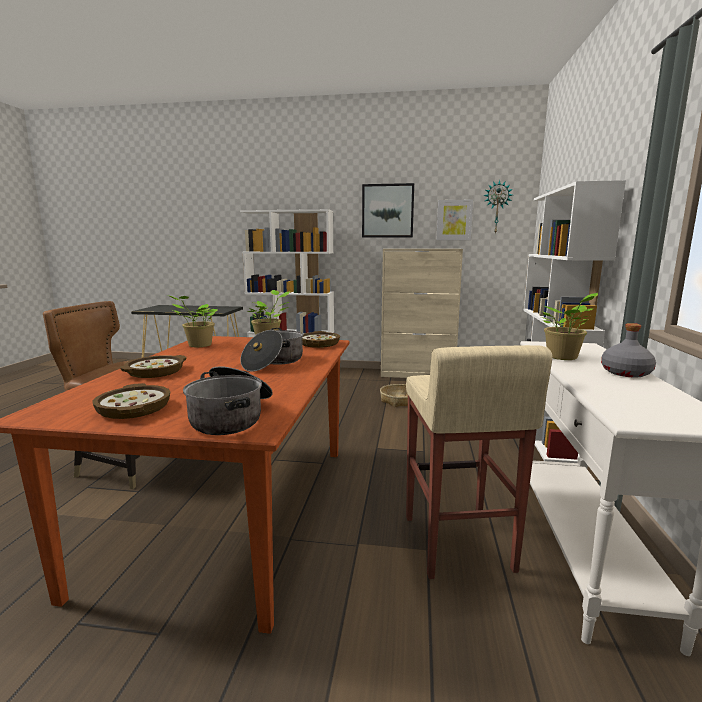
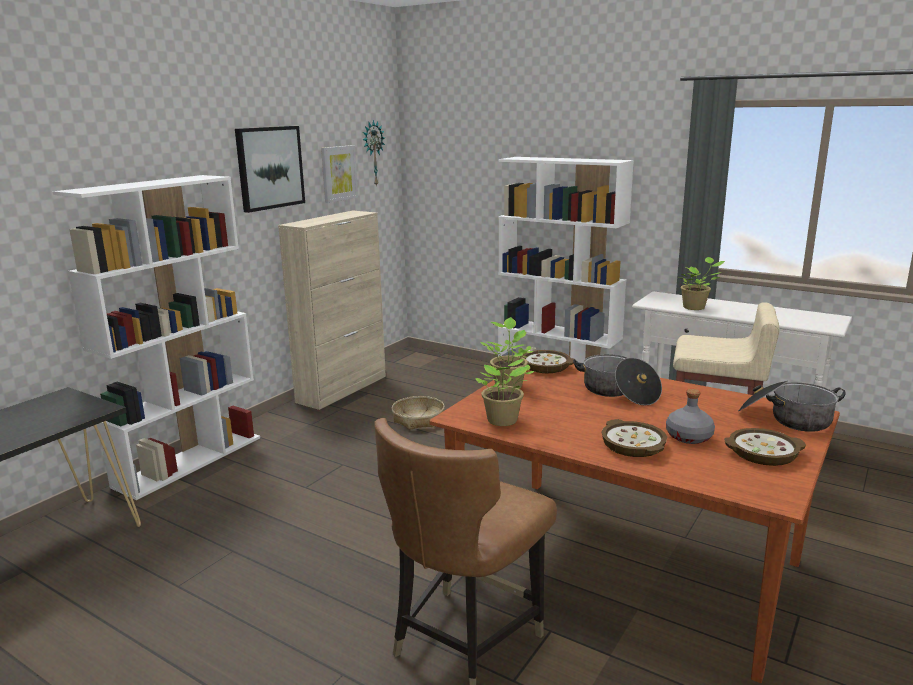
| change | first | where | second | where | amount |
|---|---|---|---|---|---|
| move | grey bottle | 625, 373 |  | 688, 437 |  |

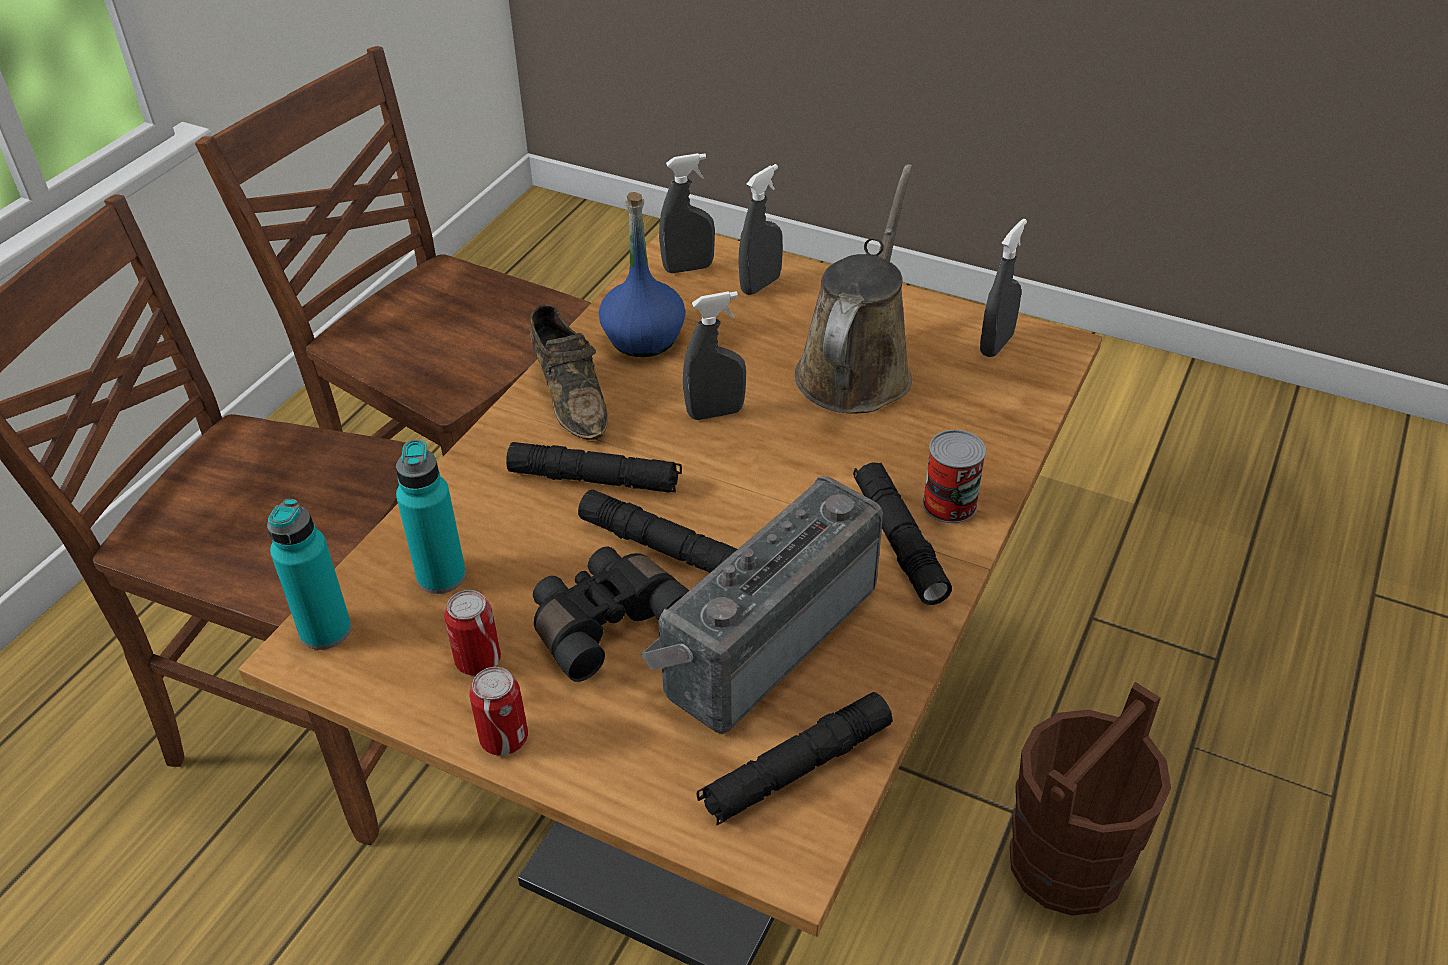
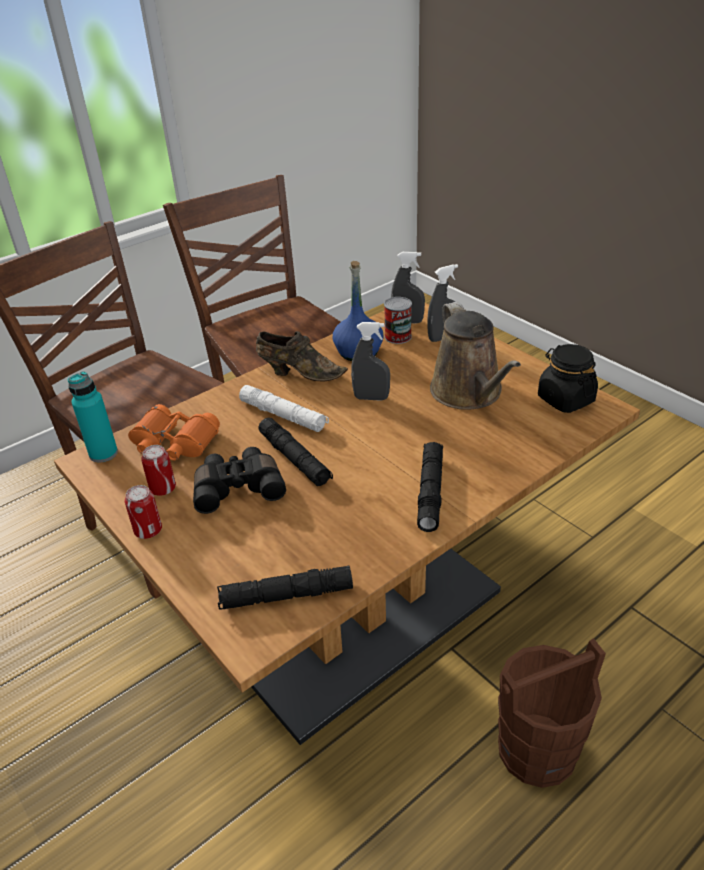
| change | first | where | second | where | amount |
|---|---|---|---|---|---|
| replace | turquoise bottle | 441, 576 | orange binoculars | 174, 443 |  |
| recolor | black flashlight | 595, 479 | white flashlight | 283, 416 |  |
| rotate | brown shoe | 571, 399 |  | 299, 373 | 75 degrees counterclockwise |
| move | can | 949, 504 |  | 398, 336 |  |
| rotate | brown watering can | 857, 368 |  | 469, 393 | 120 degrees clockwise |
| replace | grey spray bottle | 996, 345 | black jar | 565, 399 |  |
| delete | radio | 762, 635 |  |  |  |

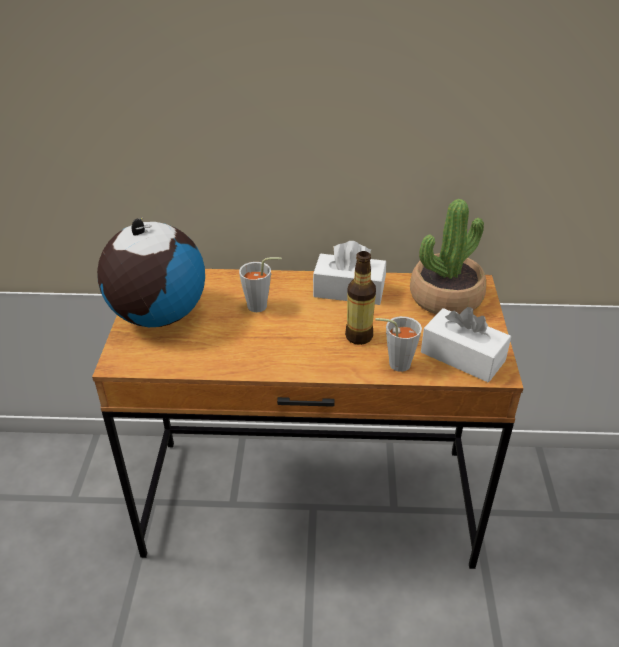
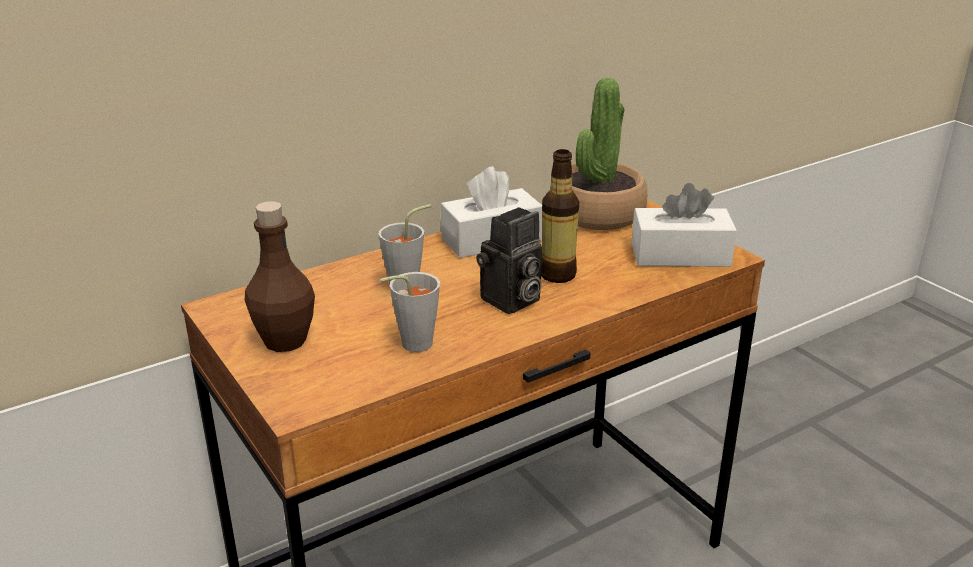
| change | first | where | second | where | amount |
|---|---|---|---|---|---|
| replace | globe | 157, 315 | brown bottle | 285, 341 |  |
| move | grey cup | 394, 363 |  | 410, 345 |  |
| insert |  |  | photo camera | 510, 301 |  |

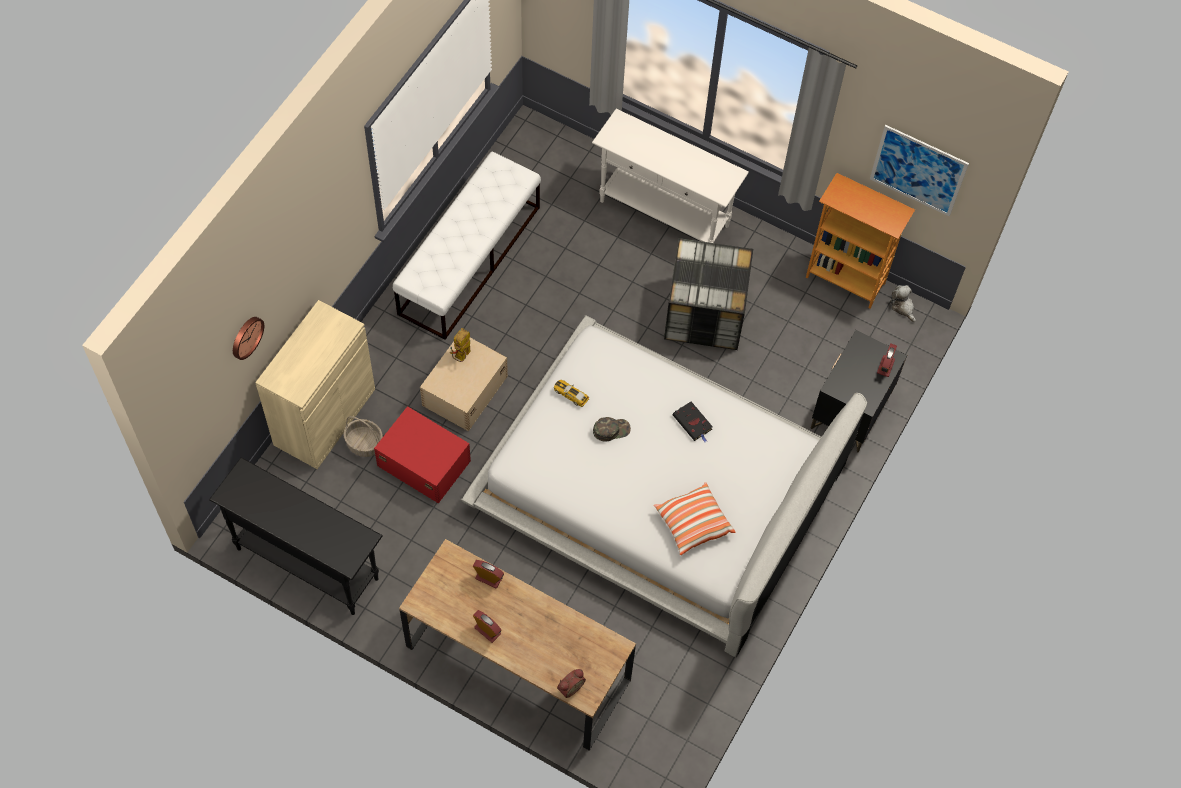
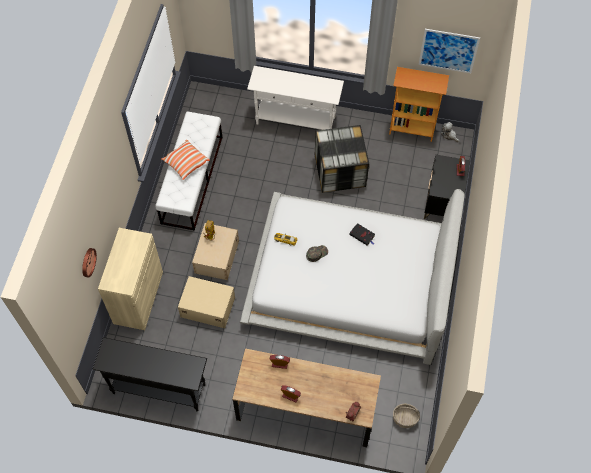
| change | first | where | second | where | amount |
|---|---|---|---|---|---|
| move | pillow | 693, 523 |  | 186, 163 |  |
| recolor | red storage box | 423, 462 | beige storage box | 207, 306 |  |
| move | basket | 364, 444 |  | 404, 418 |  |

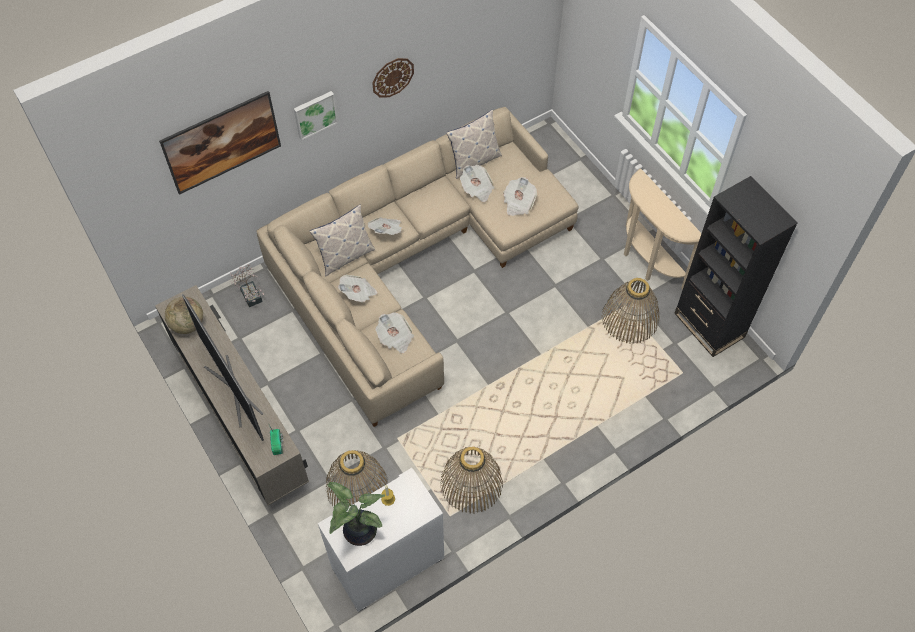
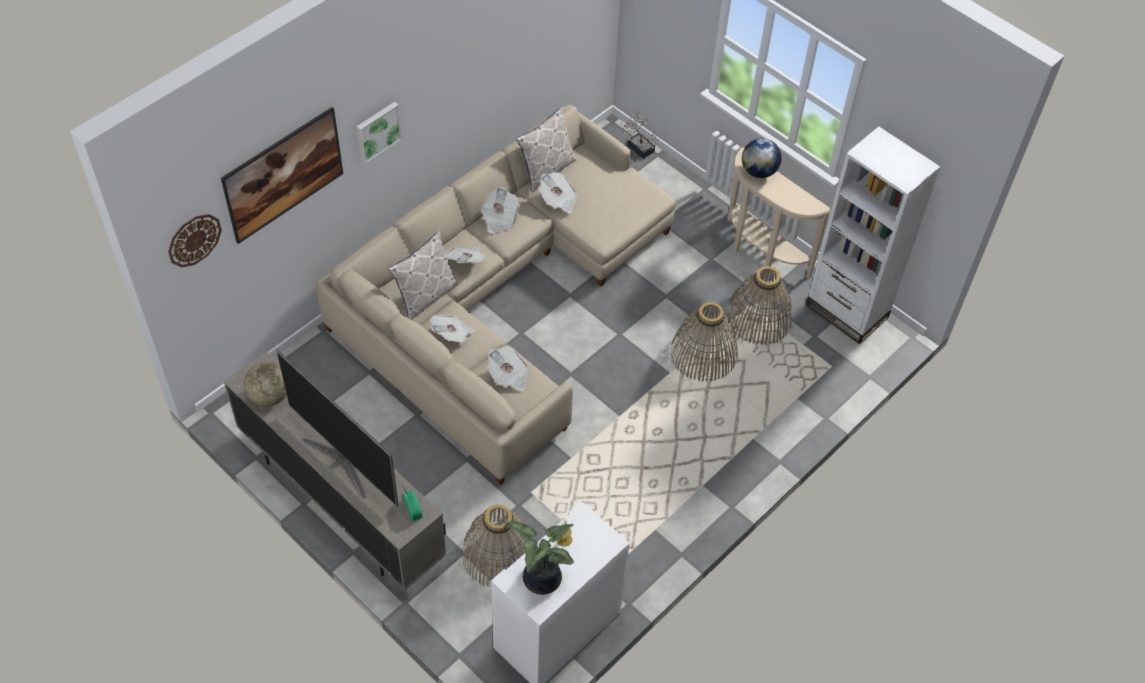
| change | first | where | second | where | amount |
|---|---|---|---|---|---|
| move | wall clock | 392, 77 |  | 194, 240 |  |
| move | newspaper | 518, 203 |  | 499, 218 |  |
| move | potted plant | 250, 293 |  | 638, 146 |  |
| move | basket | 471, 484 |  | 703, 354 |  |
| insert |  |  | globe | 758, 171 |  |
| recolor | black bookcase | 709, 325 | white bookcase | 846, 311 |  |

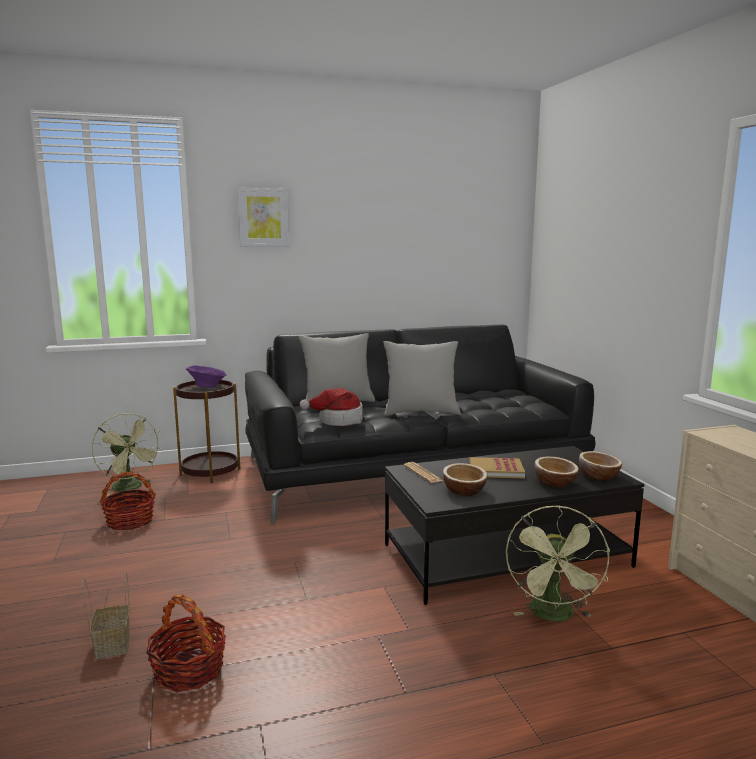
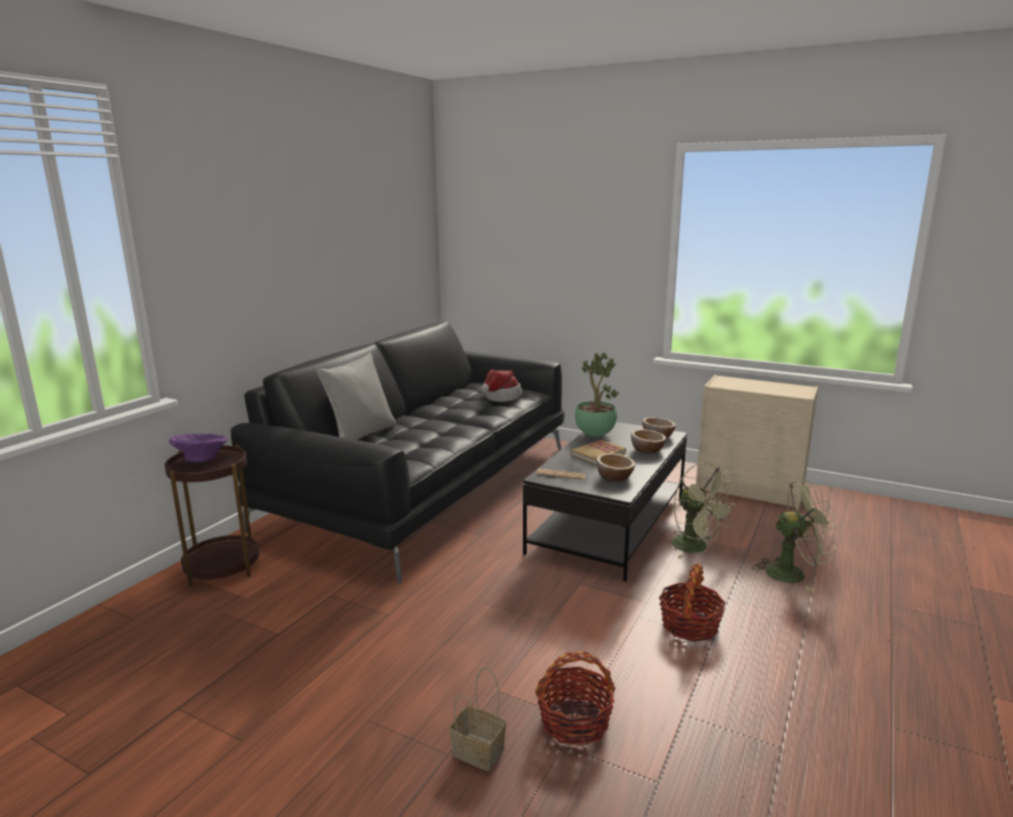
| change | first | where | second | where | amount |
|---|---|---|---|---|---|
| move | hat | 338, 420 |  | 499, 397 |  |
| insert |  |  | potted plant | 594, 435 |  |
| move | basket | 130, 521 |  | 689, 625 |  |
| move | green fan | 131, 488 |  | 793, 573 |  |
| delete | picture | 263, 217 |  |  |  |
| delete | grey pillow | 421, 412 |  |  |  |

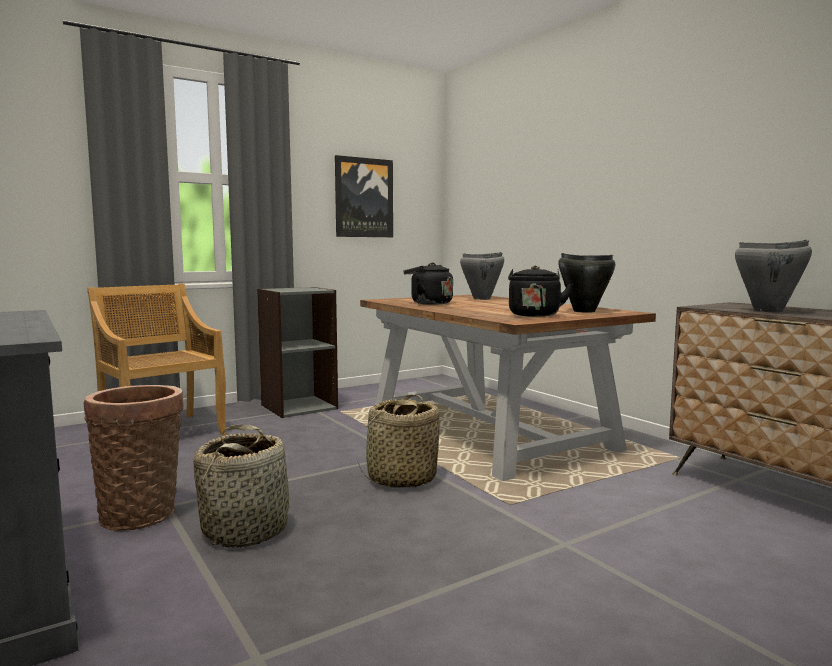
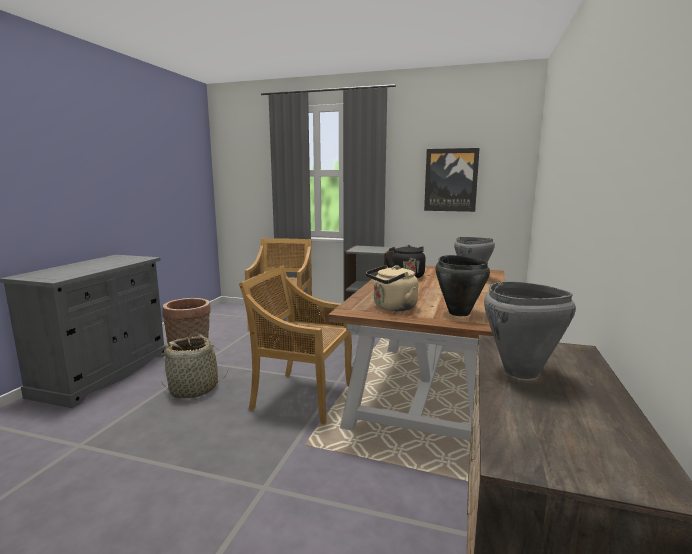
| change | first | where | second | where | amount |
|---|---|---|---|---|---|
| replace | basket | 401, 479 | beige chair | 301, 396 |  |
| recolor | black kettle | 534, 315 | beige kettle | 392, 308 |  |

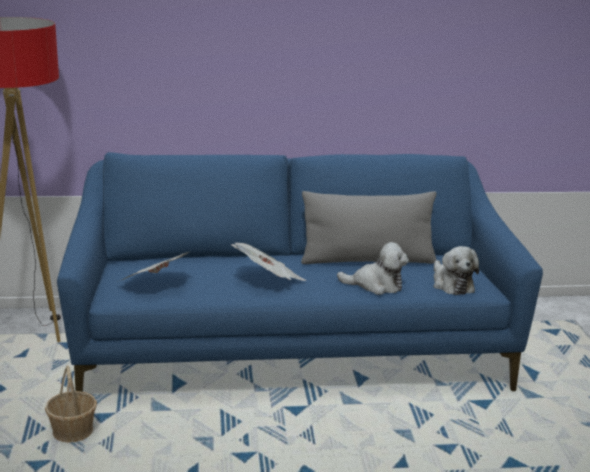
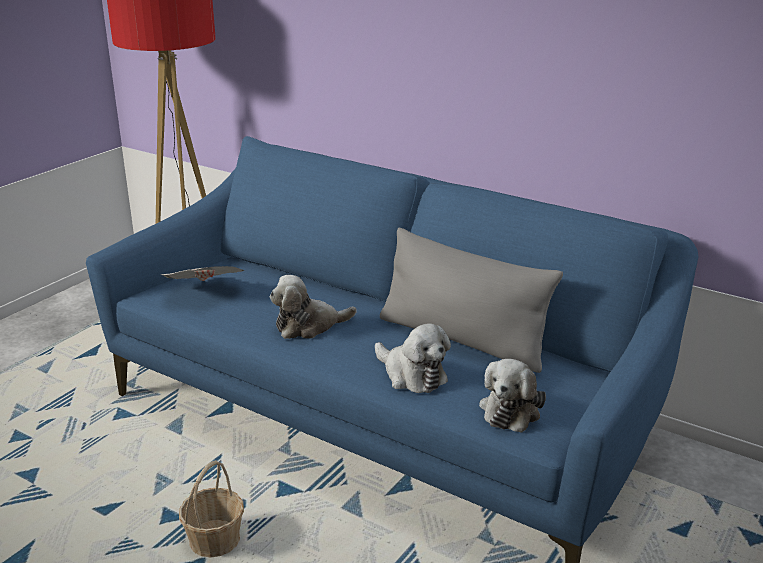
| change | first | where | second | where | amount |
|---|---|---|---|---|---|
| move | basket | 73, 432 |  | 215, 540 |  |
| replace | newspaper | 268, 280 | plush toy | 309, 326 |  |

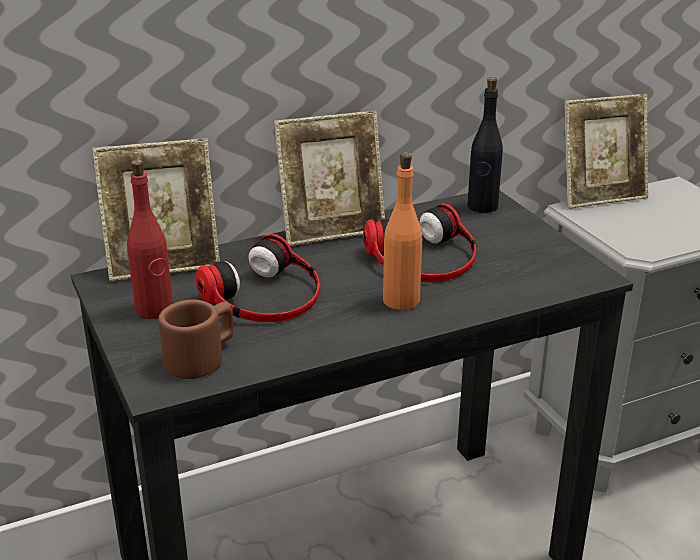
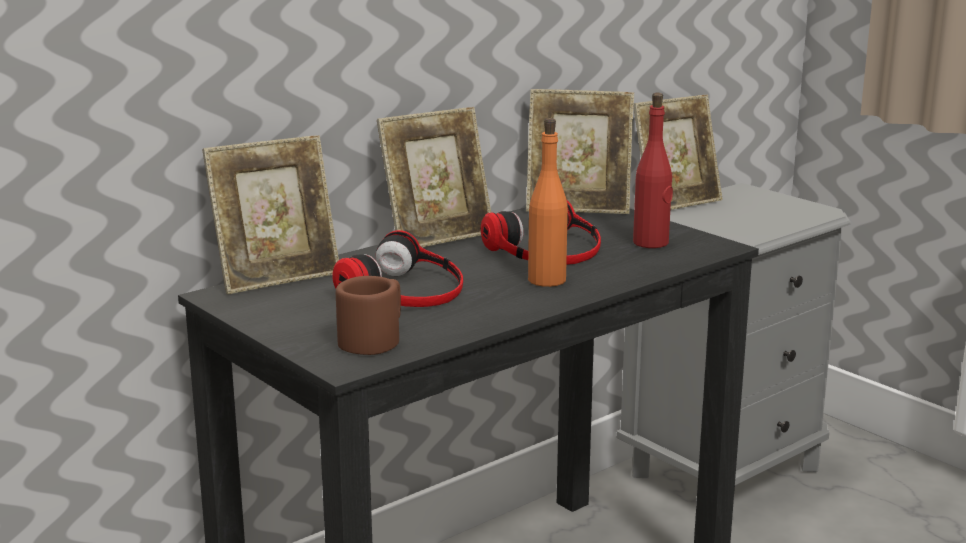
| change | first | where | second | where | amount |
|---|---|---|---|---|---|
| replace | black bottle | 482, 206 | picture frame | 578, 207 |  |
| move | red bottle | 154, 310 |  | 651, 243 |  |

